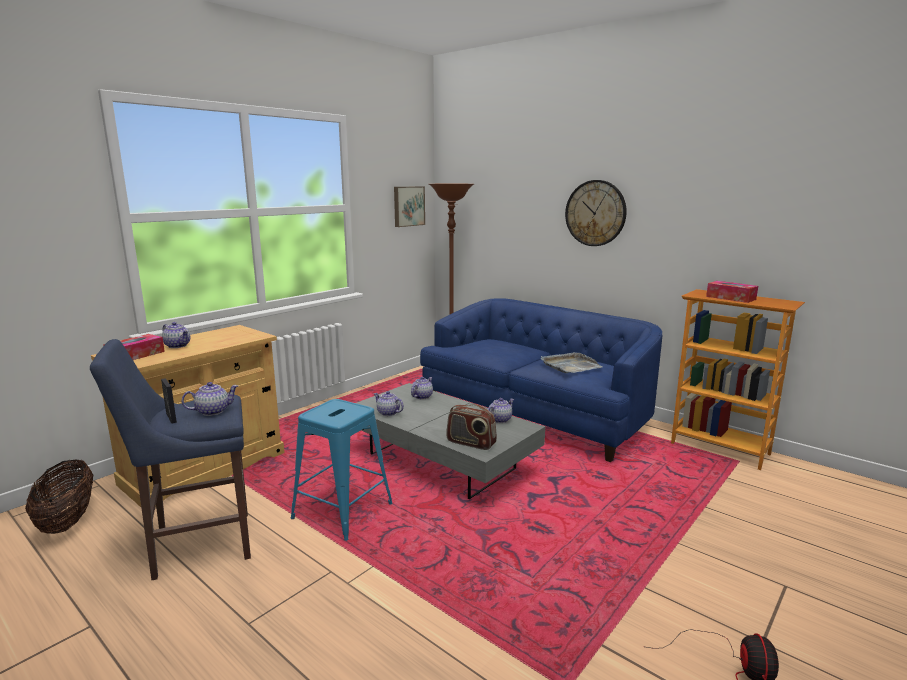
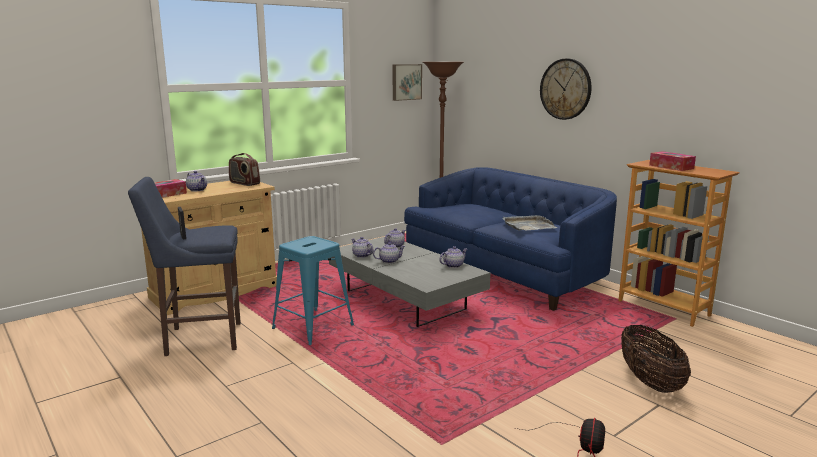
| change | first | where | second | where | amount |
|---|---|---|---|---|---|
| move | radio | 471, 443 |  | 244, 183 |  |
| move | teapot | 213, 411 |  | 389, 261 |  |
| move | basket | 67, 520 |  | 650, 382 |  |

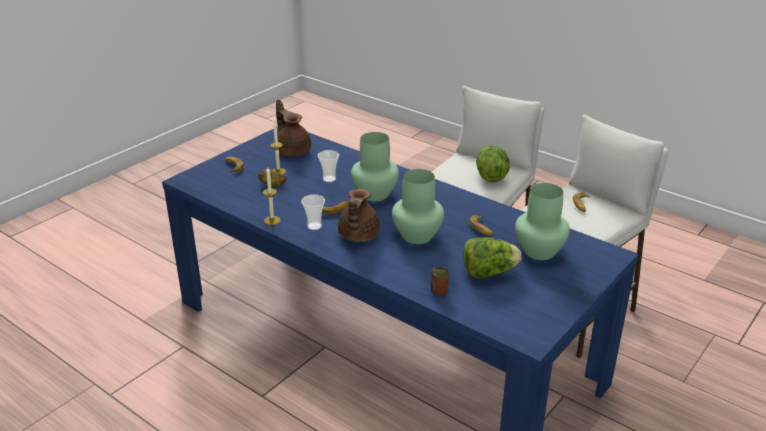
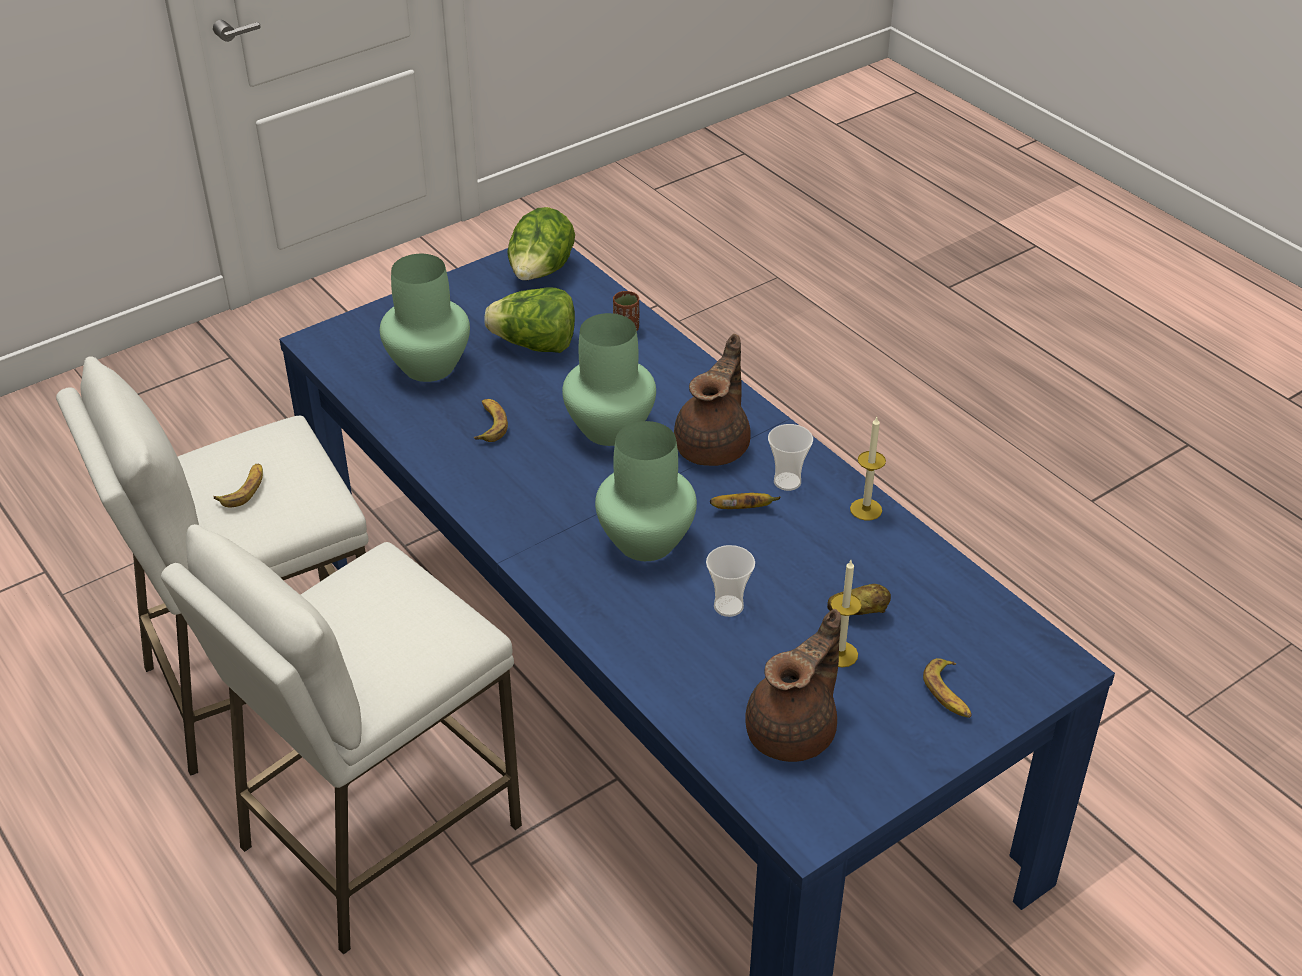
| change | first | where | second | where | amount |
|---|---|---|---|---|---|
| move | lettuce | 491, 176 |  | 541, 273 |  |
| rotate | brown teapot | 293, 150 |  | 794, 731 | 120 degrees counterclockwise |

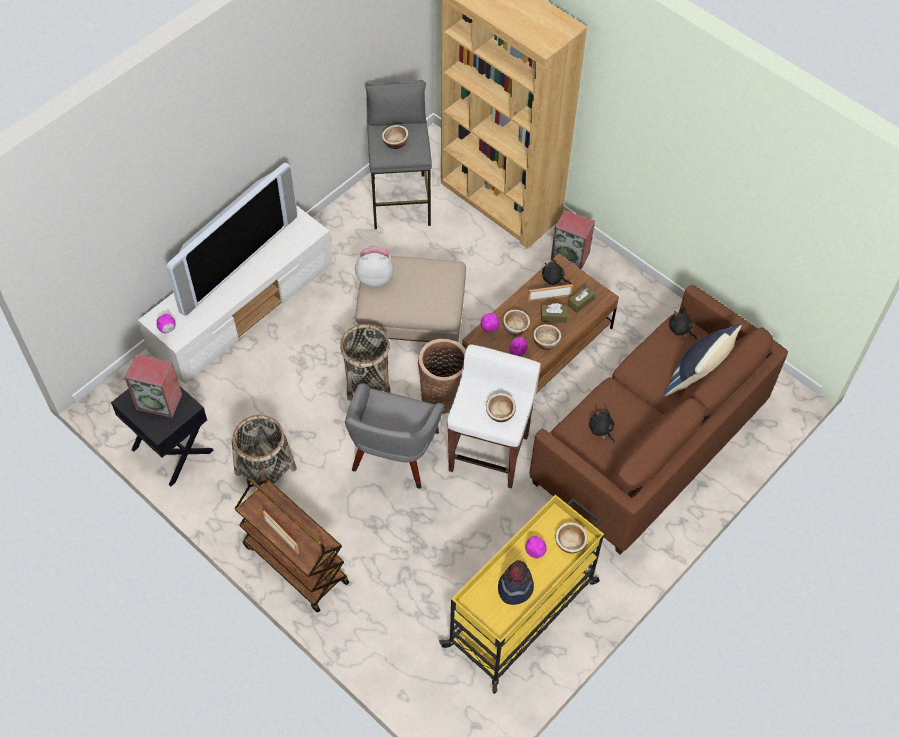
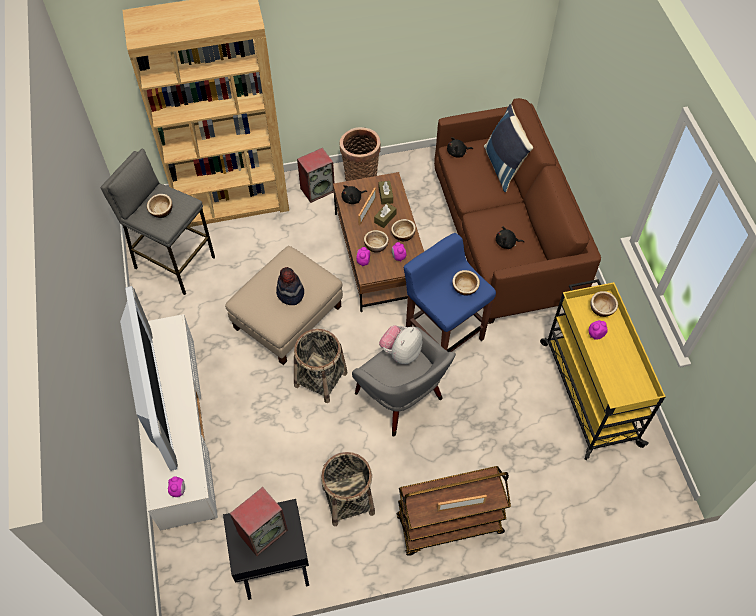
| change | first | where | second | where | amount |
|---|---|---|---|---|---|
| move | hat | 515, 588 |  | 290, 293 |  |
| move | basket | 443, 396 |  | 361, 179 |  |
| move | plush toy | 375, 277 |  | 401, 352 |  |
| recolor | white stool | 489, 452 | blue stool | 443, 335 |  |

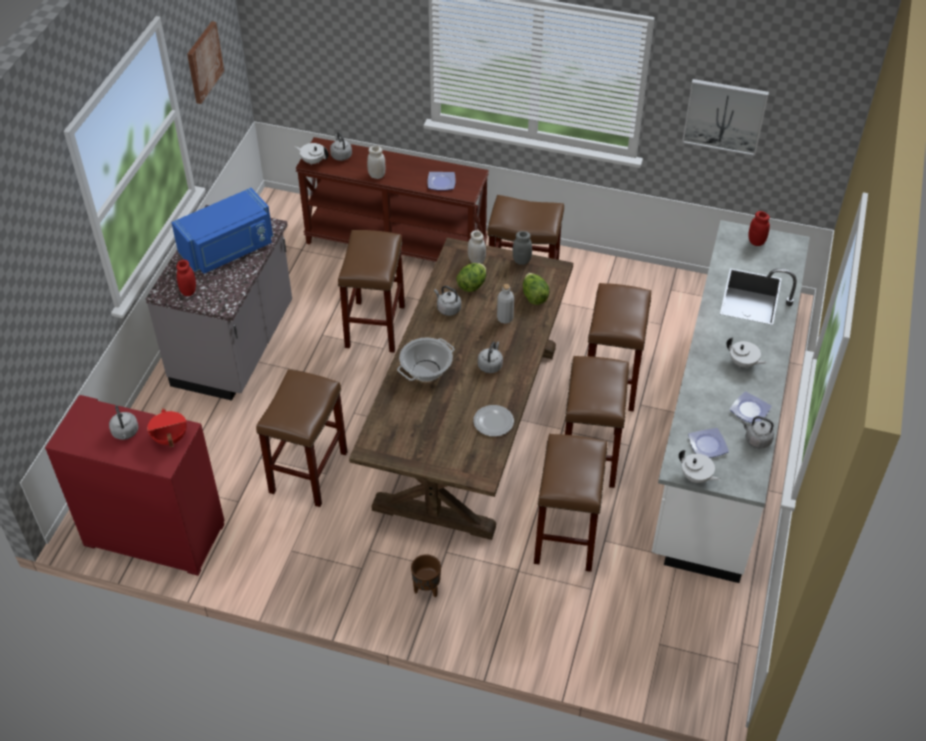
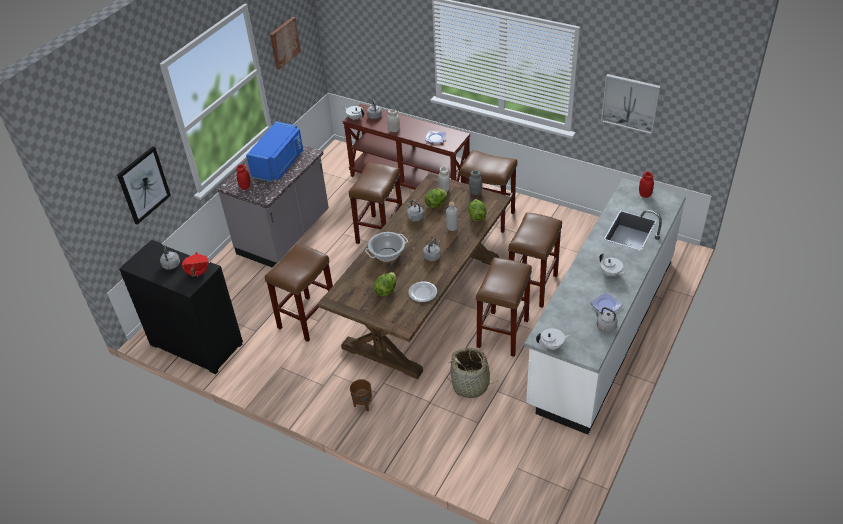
| change | first | where | second | where | amount |
|---|---|---|---|---|---|
| insert |  |  | picture | 143, 185 |  |
| recolor | red cabinet | 153, 535 | black cabinet | 195, 344 |  |
| rotate | blue microwave | 228, 250 |  | 279, 164 | 45 degrees counterclockwise |
| insert |  |  | lettuce | 386, 290 |  |
| replace | brown stool | 567, 537 | basket | 471, 385 |  |
| rotate | white teapot | 696, 477 |  | 552, 345 | 60 degrees counterclockwise |
| delete | plate | 708, 445 |  |  |  |

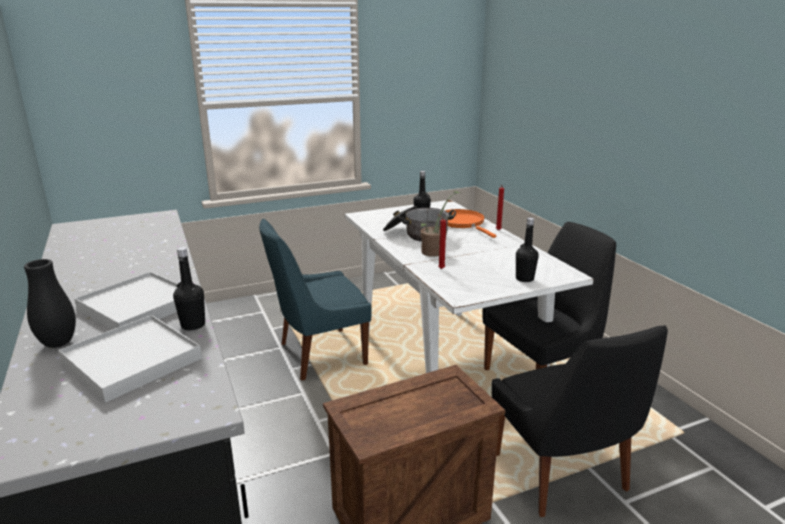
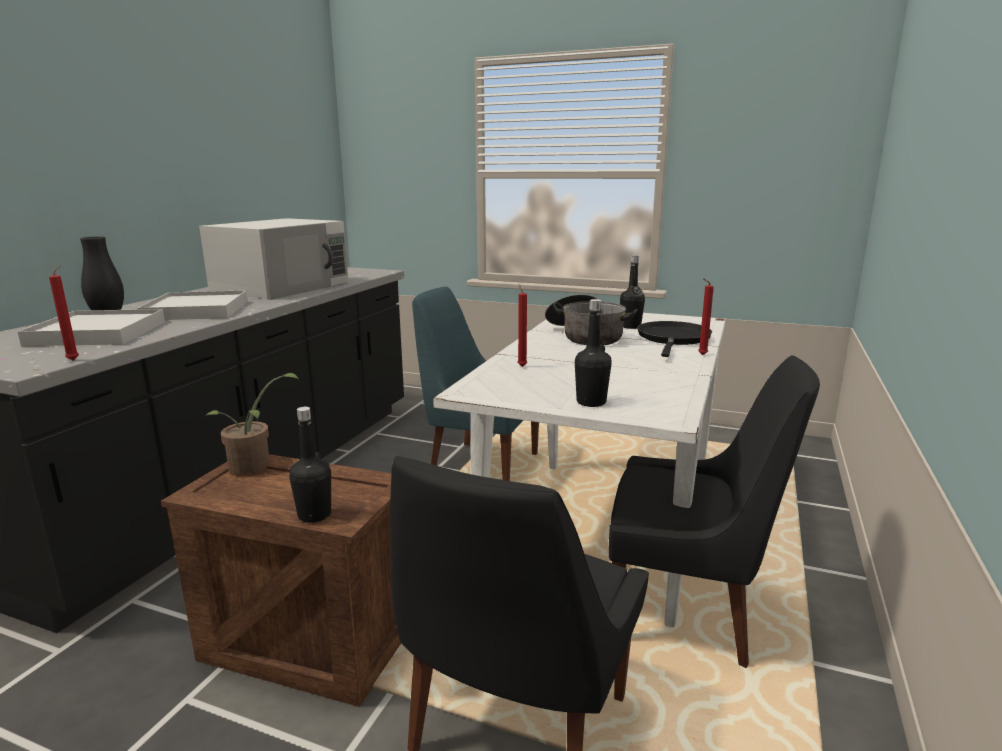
| change | first | where | second | where | amount |
|---|---|---|---|---|---|
| insert |  |  | red candle | 74, 359 |  |
| insert |  |  | white microwave | 283, 286 |  |
| move | potted plant | 436, 251 |  | 254, 466 |  |
| move | black bottle | 193, 325 |  | 314, 515 |  |
| recolor | orange frying pan | 462, 223 | black frying pan | 673, 339 |  |

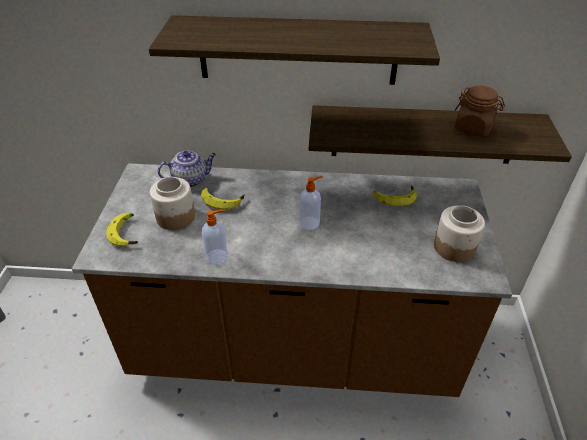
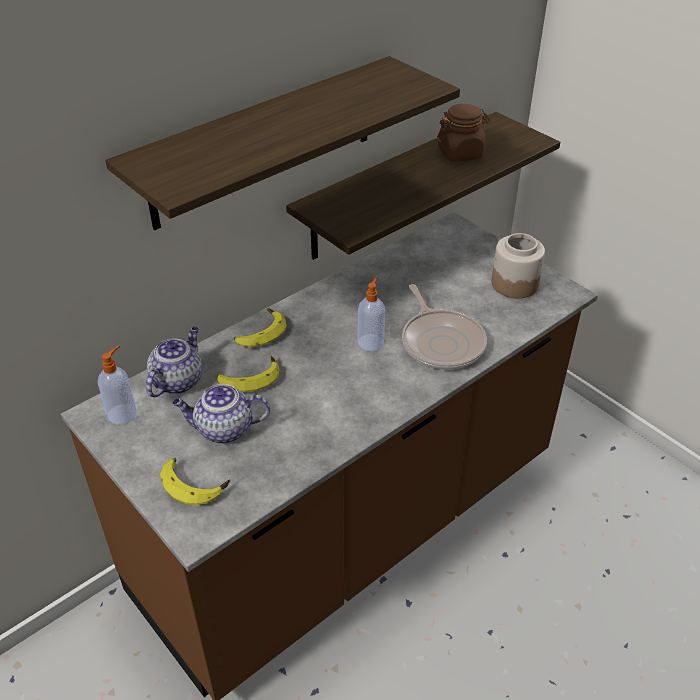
| change | first | where | second | where | amount |
|---|---|---|---|---|---|
| move | soap dispenser | 217, 257 |  | 123, 413 |  |
| replace | jar | 175, 217 | teapot | 223, 430 |  |
| move | banana | 394, 197 |  | 259, 333 |  |
| insert |  |  | frying pan | 441, 342 |  |

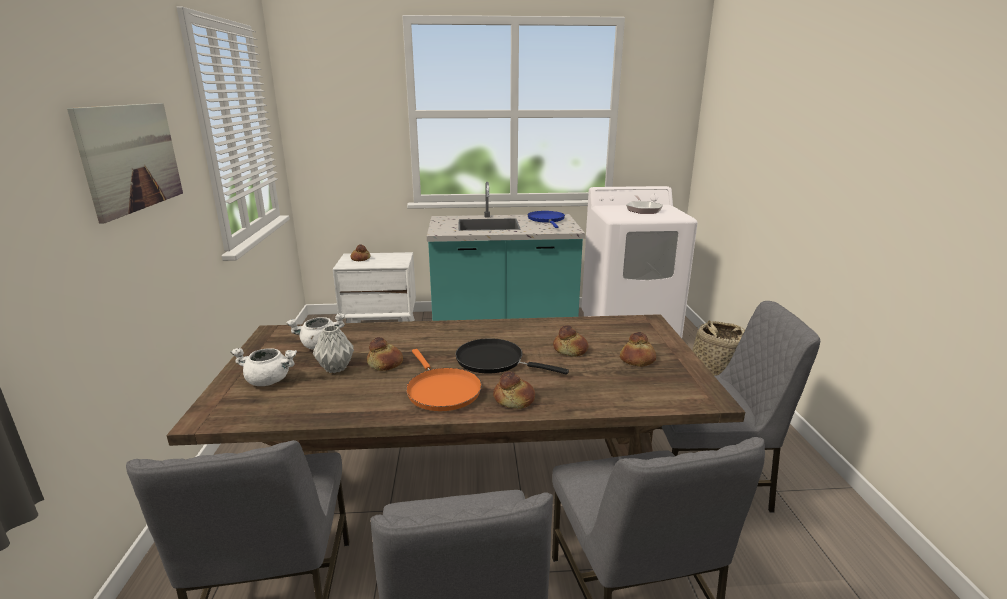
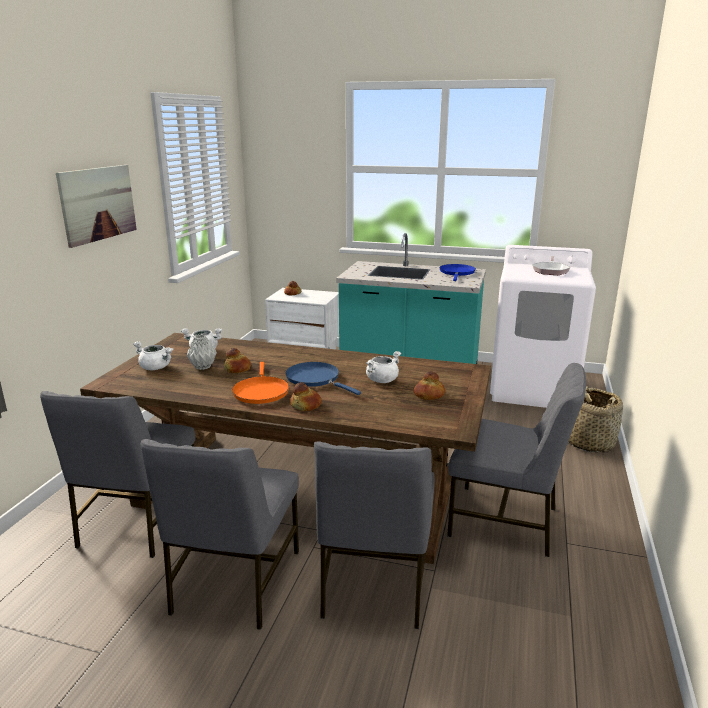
| change | first | where | second | where | amount |
|---|---|---|---|---|---|
| recolor | black frying pan | 494, 361 | blue frying pan | 315, 379 |  |
| replace | bread | 570, 350 | white cooking pot | 382, 380 |  |

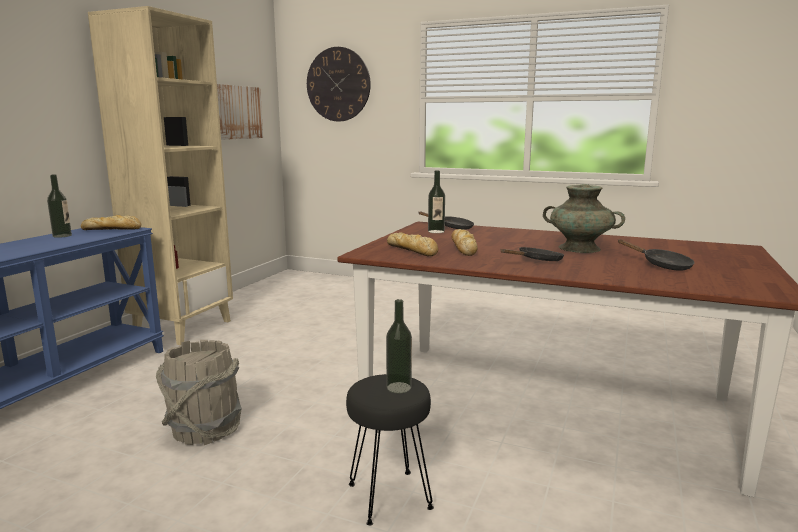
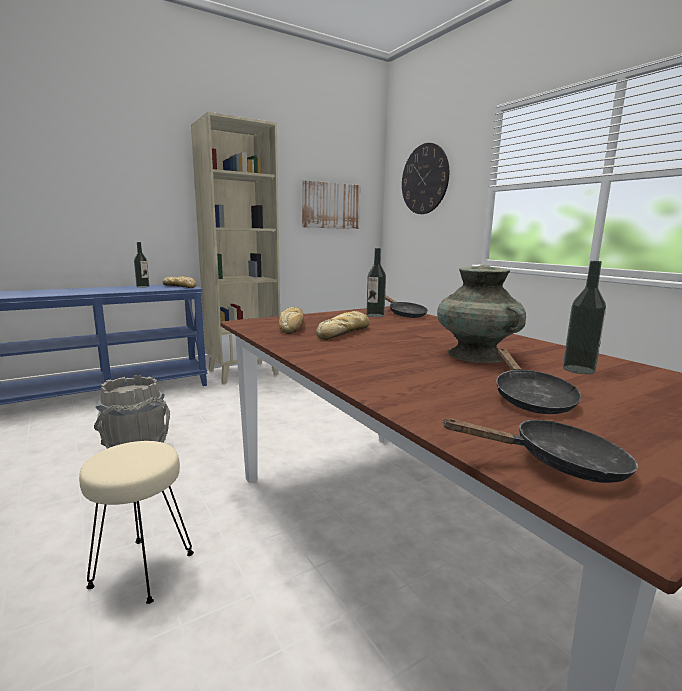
| change | first | where | second | where | amount |
|---|---|---|---|---|---|
| recolor | black stool | 388, 496 | beige stool | 142, 569 |  |
| move | black frying pan | 536, 261 |  | 557, 464 |  |
| move | bottle | 399, 387 |  | 578, 369 |  |

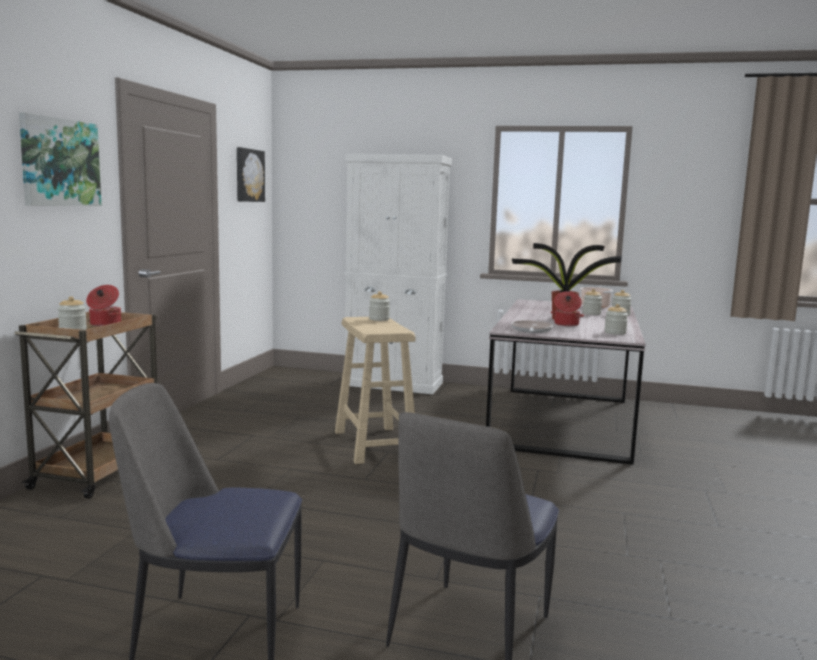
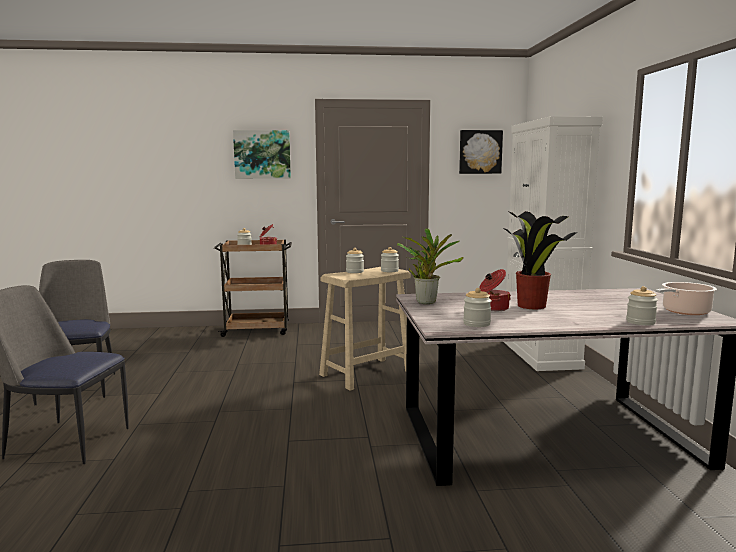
| change | first | where | second | where | amount |
|---|---|---|---|---|---|
| move | jar | 591, 313 |  | 354, 272 |  |
| replace | frying pan | 531, 330 | potted plant | 426, 302 |  |

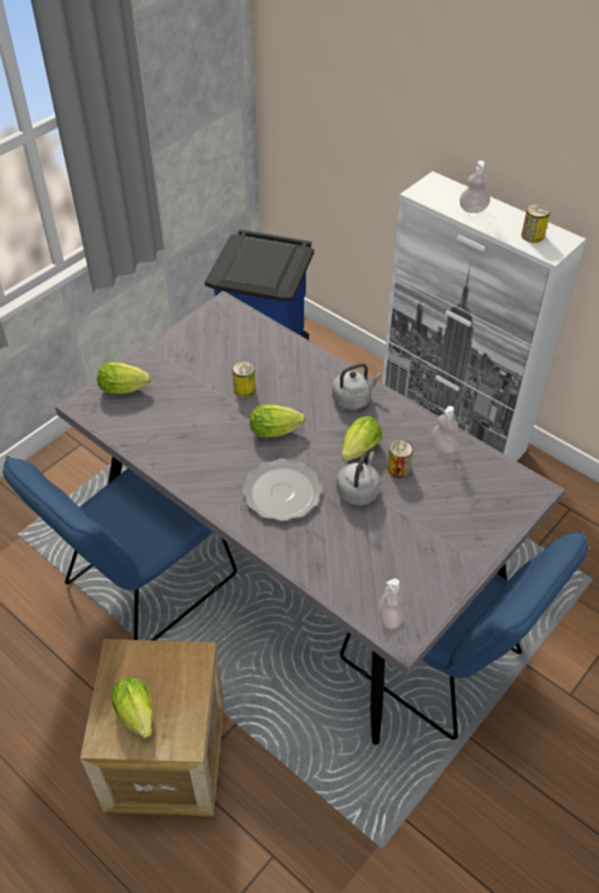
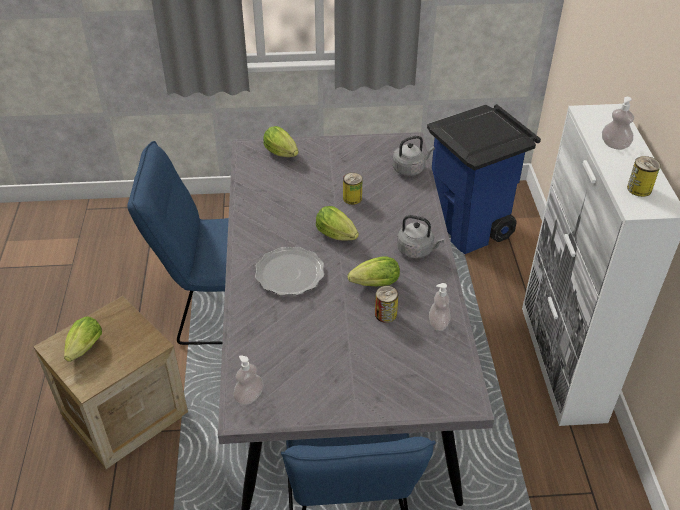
| change | first | where | second | where | amount |
|---|---|---|---|---|---|
| move | grey kettle | 358, 491 |  | 410, 169 |  |

